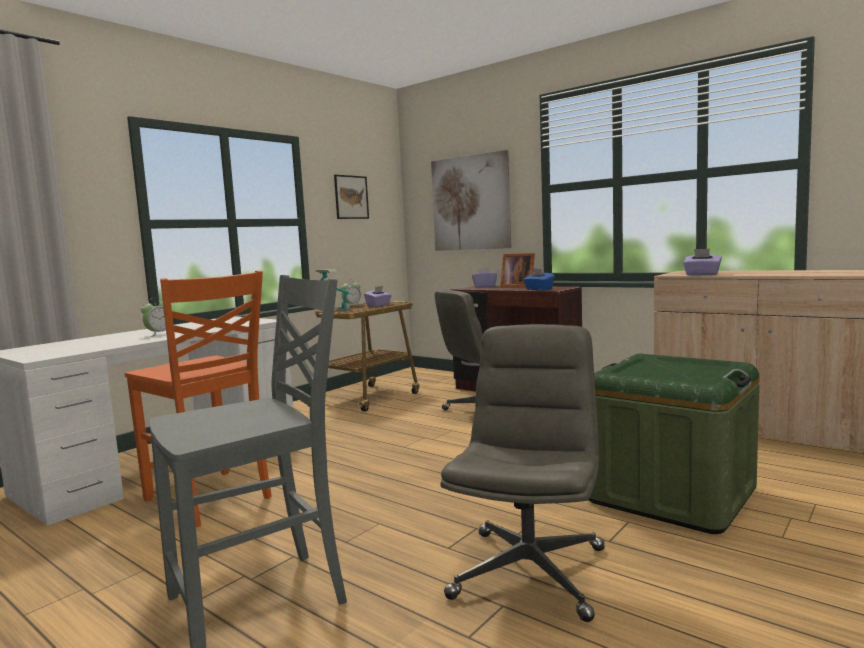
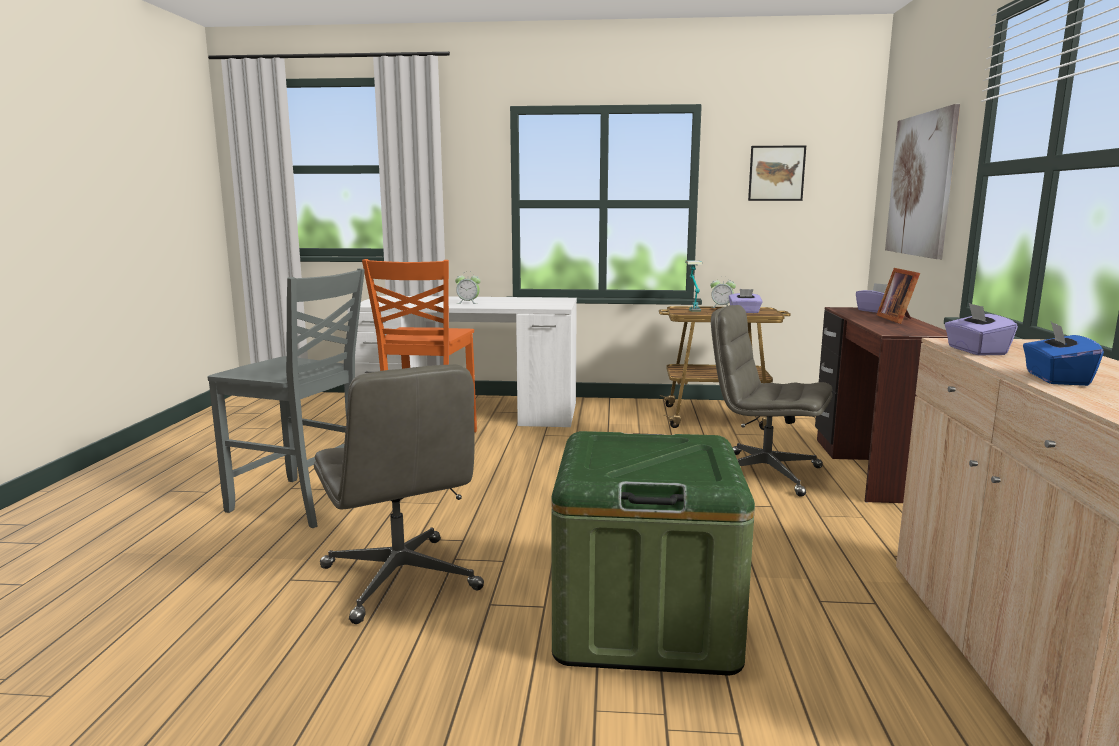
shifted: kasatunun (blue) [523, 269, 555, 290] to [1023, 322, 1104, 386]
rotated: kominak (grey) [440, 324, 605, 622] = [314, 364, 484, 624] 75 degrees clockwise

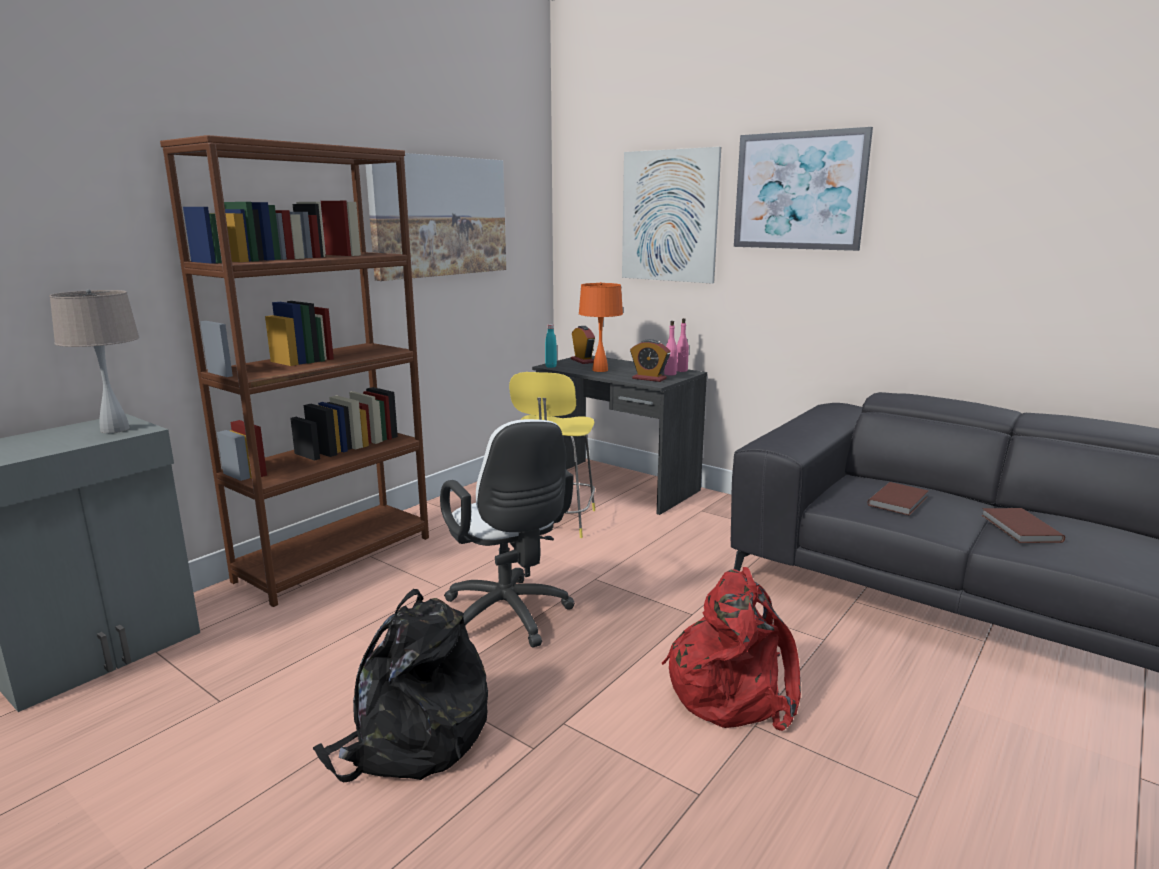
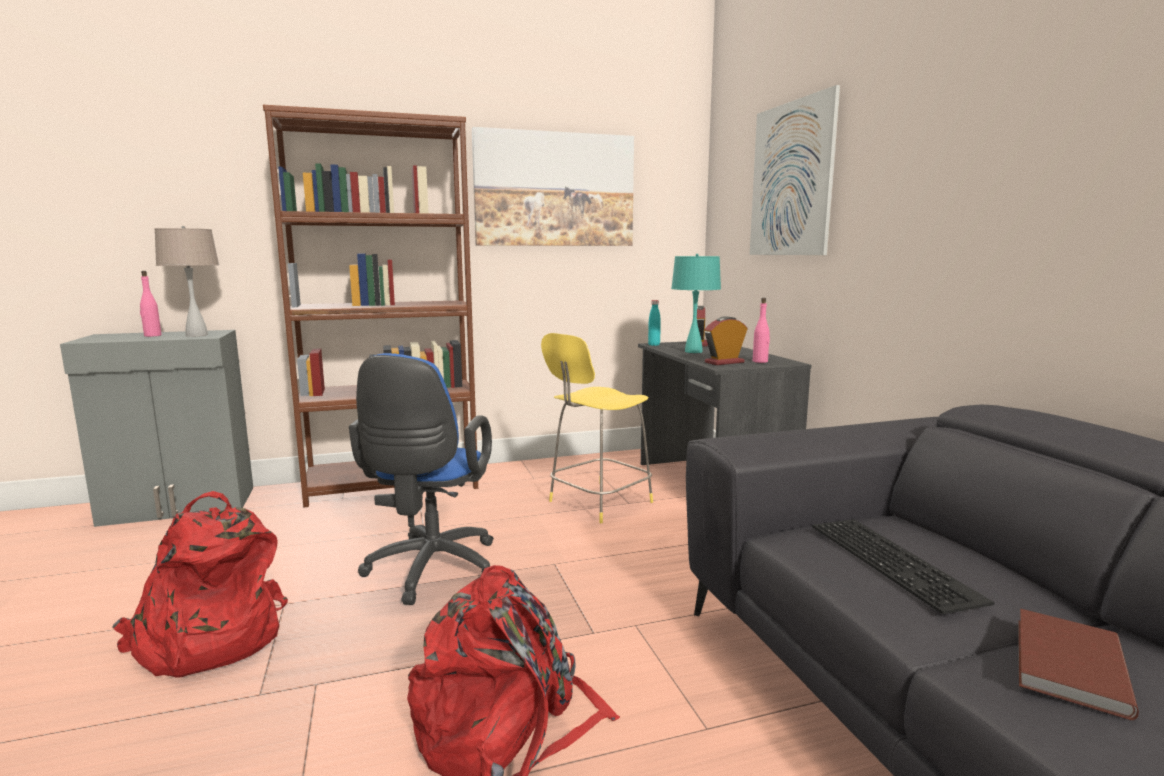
gone: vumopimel [734, 127, 873, 251]
shifted: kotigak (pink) [677, 318, 689, 372] to [140, 271, 162, 337]
swapped: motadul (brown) [867, 482, 929, 516] to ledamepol [812, 519, 995, 614]
repainted: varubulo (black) [313, 589, 488, 782] to varubulo (red) [112, 491, 288, 678]; kominak (white) [440, 419, 575, 648] to kominak (blue) [349, 353, 494, 605]; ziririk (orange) [579, 282, 623, 372] to ziririk (turquoise) [671, 254, 721, 353]
rotated: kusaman [630, 339, 670, 382] = [704, 316, 747, 365] 90 degrees clockwise

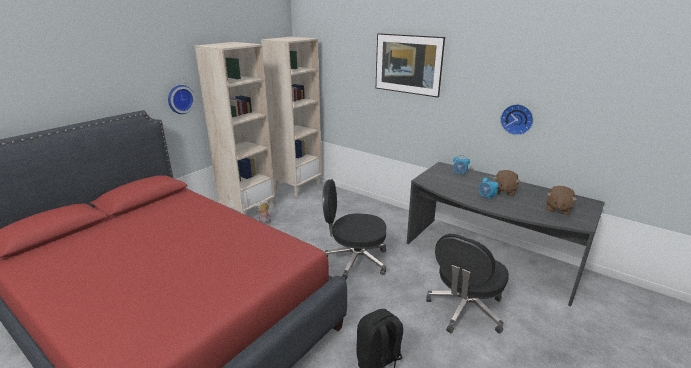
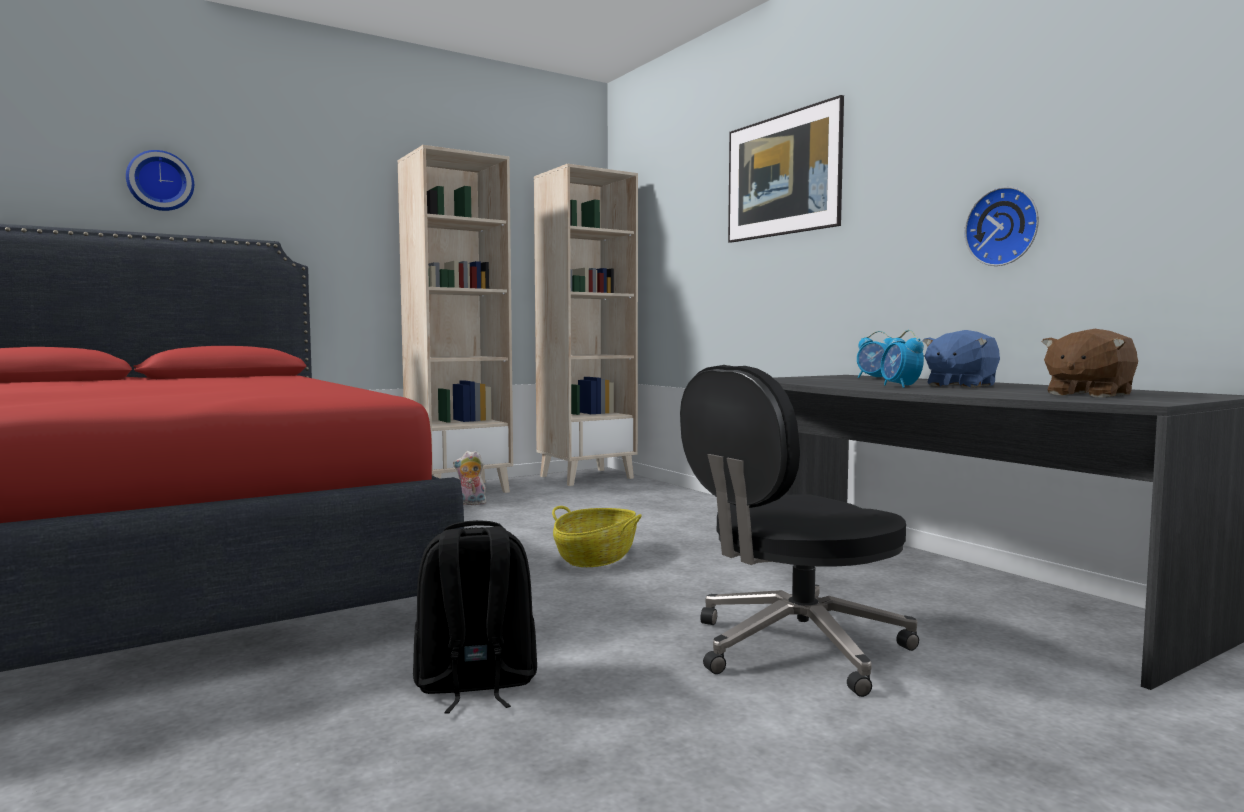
shifted: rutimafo [168, 85, 195, 114] to [126, 150, 194, 211]
swapped: kominak (black) [322, 179, 386, 280] to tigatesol [552, 506, 641, 567]
repainted: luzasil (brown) [494, 170, 520, 197] to luzasil (blue) [923, 330, 1000, 388]

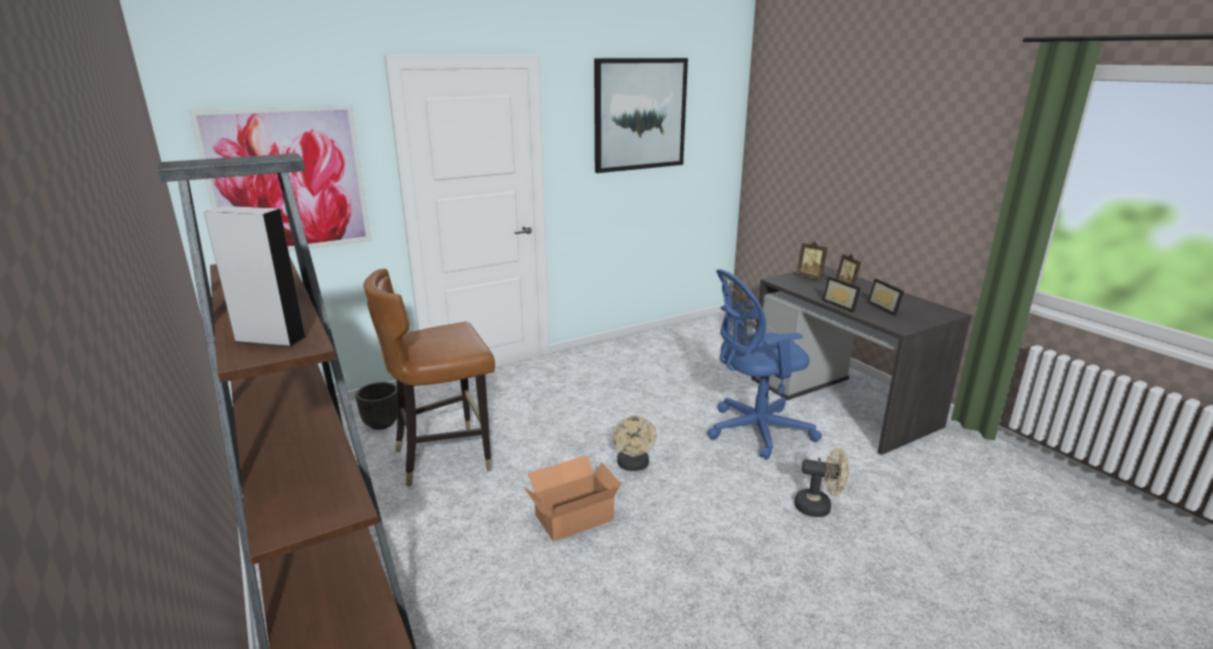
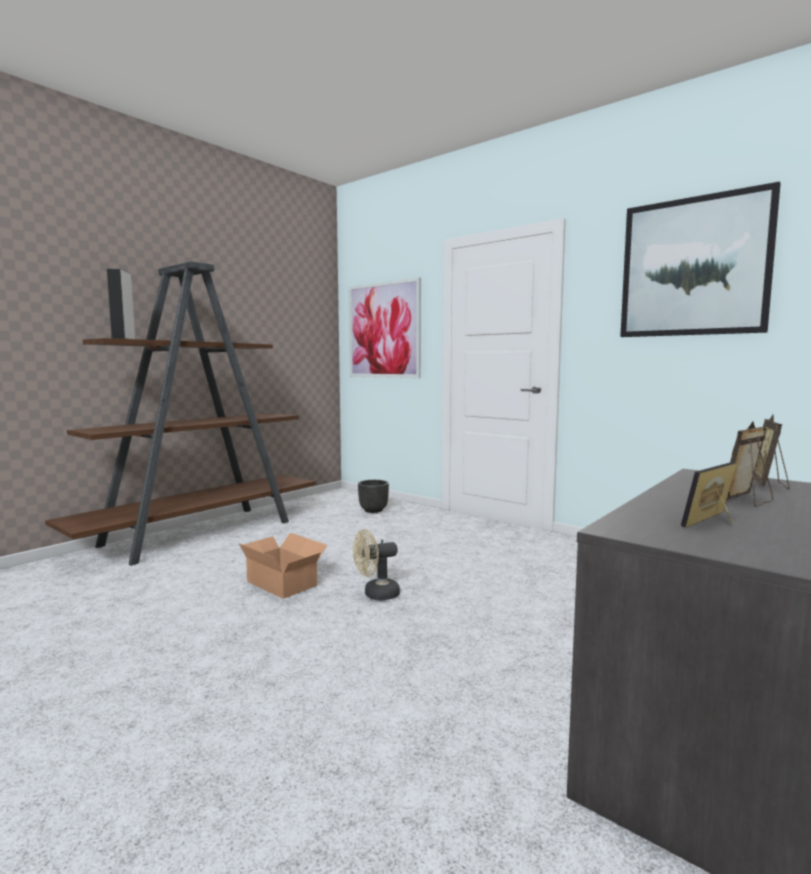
gone: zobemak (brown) [363, 269, 495, 487]; kominak (blue) [707, 269, 822, 460]; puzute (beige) [794, 448, 849, 517]; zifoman [822, 277, 861, 313]

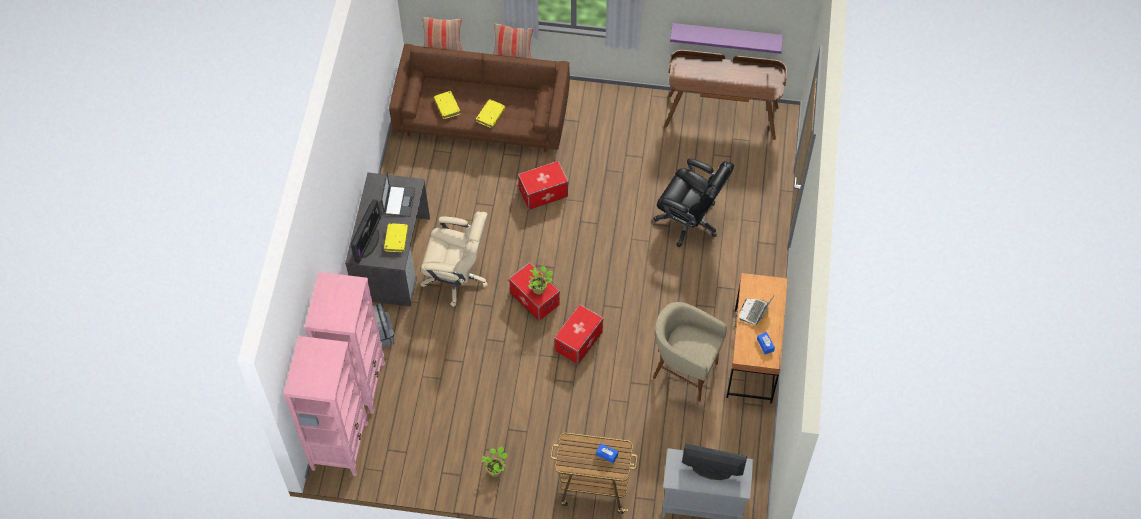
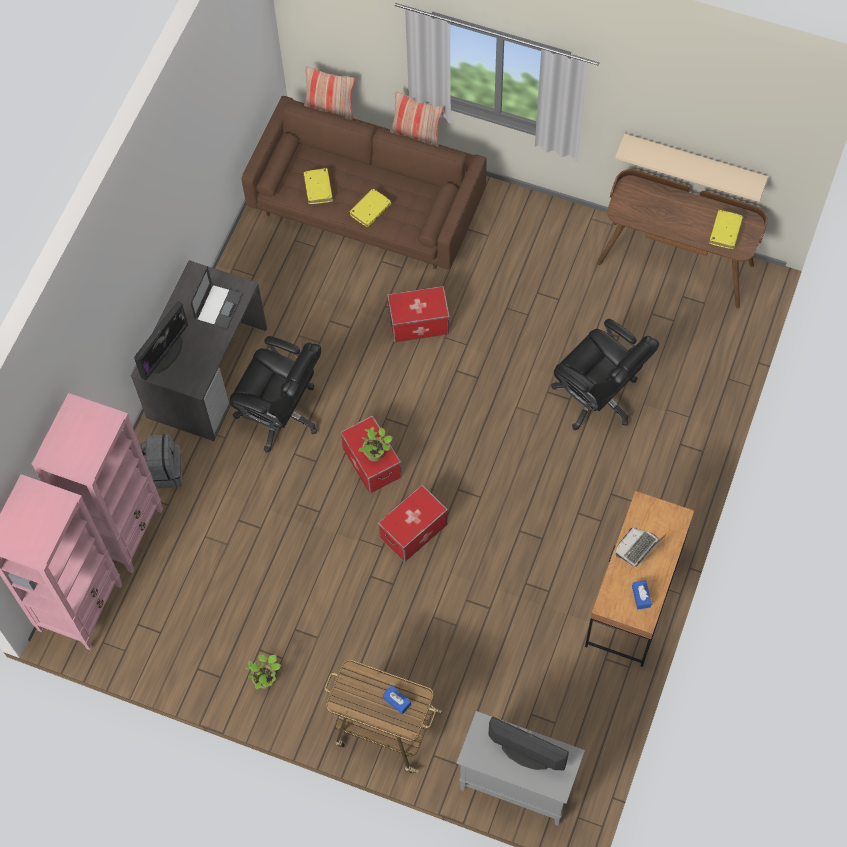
gone: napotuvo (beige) [653, 302, 727, 402]
shifted: motadul (yellow) [384, 223, 408, 252] to [709, 210, 743, 249]
repainted: kominak (beige) [420, 212, 488, 307] to kominak (black) [230, 336, 321, 452]; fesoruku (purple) [670, 23, 783, 54] to fesoruku (beige) [615, 134, 768, 202]

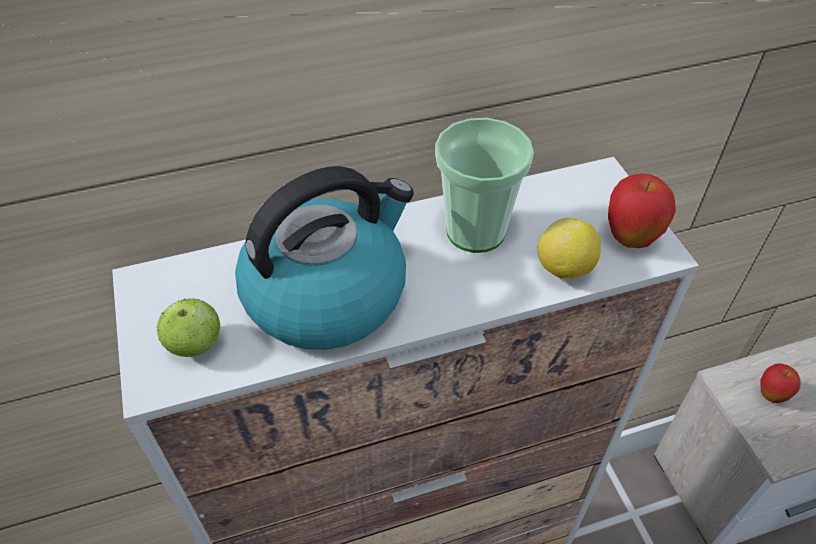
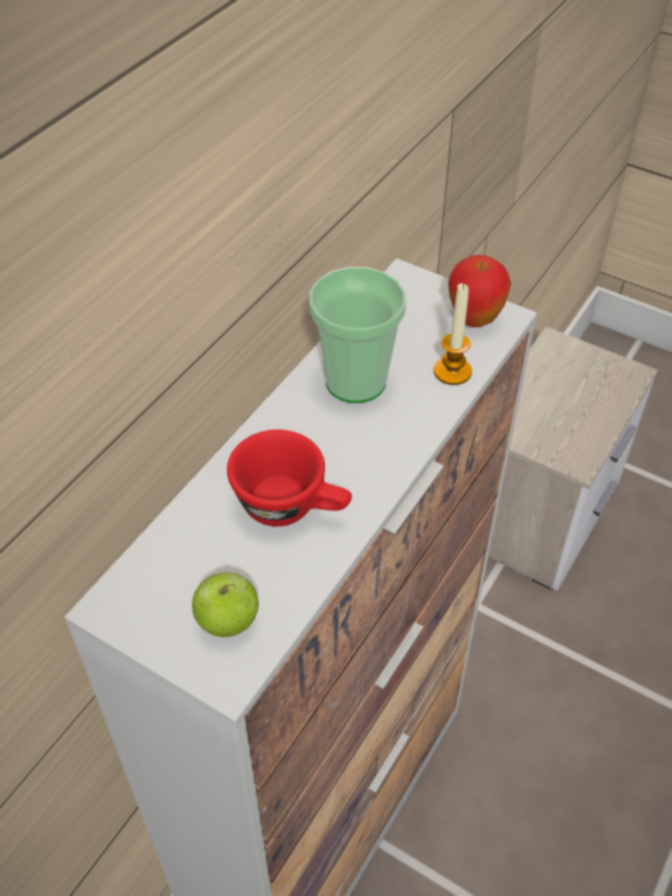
gone: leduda [761, 363, 801, 403]
swapped: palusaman [235, 166, 414, 350] to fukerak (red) [227, 430, 352, 527]; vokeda [537, 218, 601, 280] to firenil [434, 283, 472, 385]

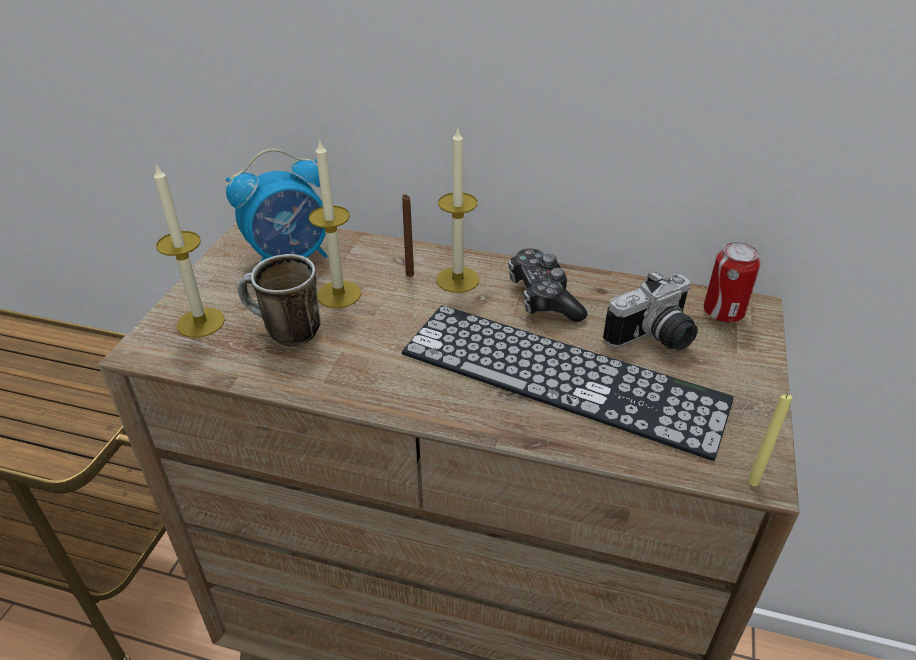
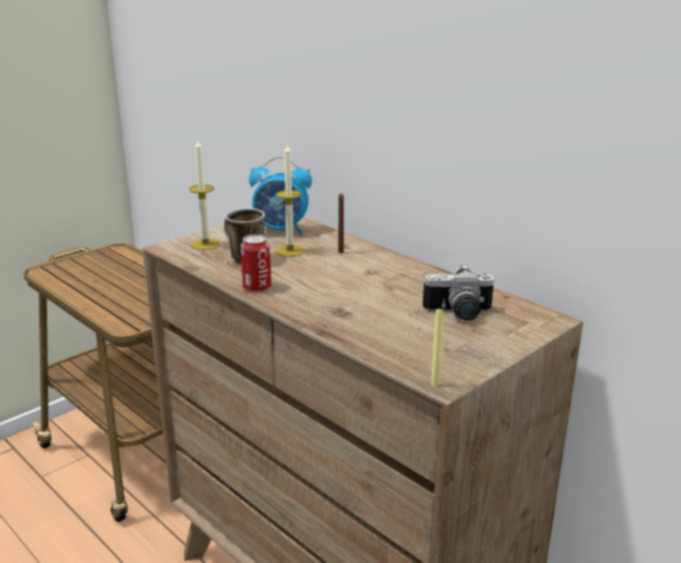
gone: ledamepol [402, 305, 733, 461]; firenil [436, 129, 479, 293]; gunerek [509, 248, 587, 322]
shifted: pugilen [704, 242, 760, 322] to [240, 234, 271, 292]

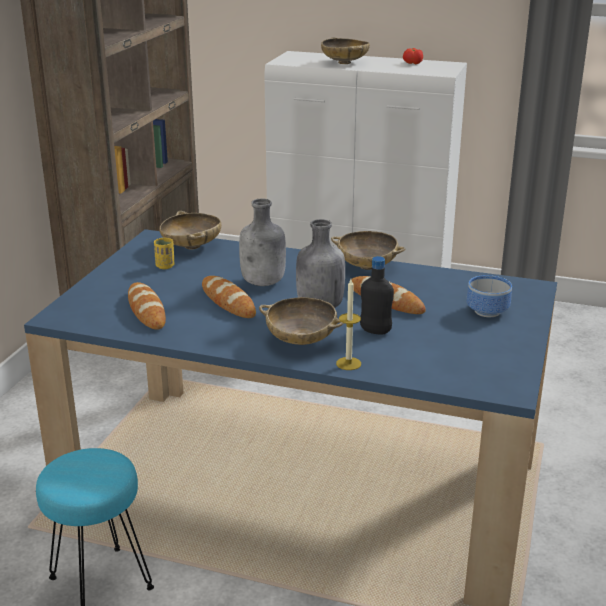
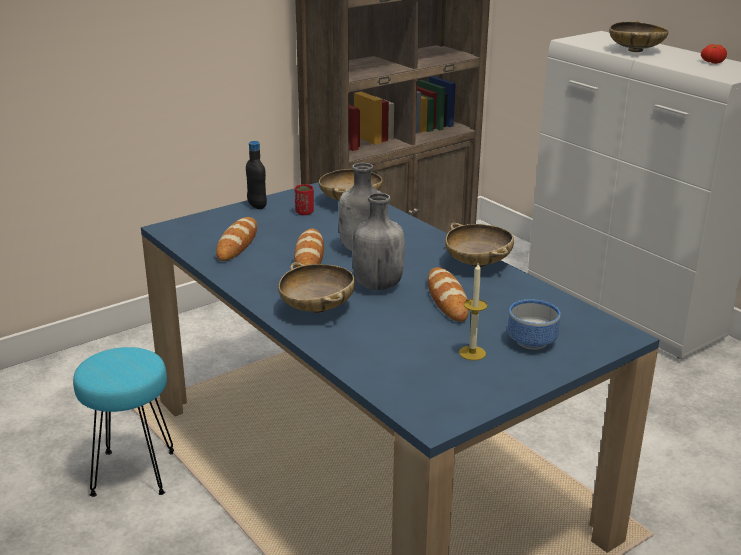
shifted: kotigak (black) [360, 256, 394, 334] to [246, 141, 267, 209]; firenil [336, 279, 361, 370] to [459, 262, 488, 360]
repainted: fukerak (yellow) [154, 238, 174, 269] to fukerak (red) [295, 184, 314, 215]

